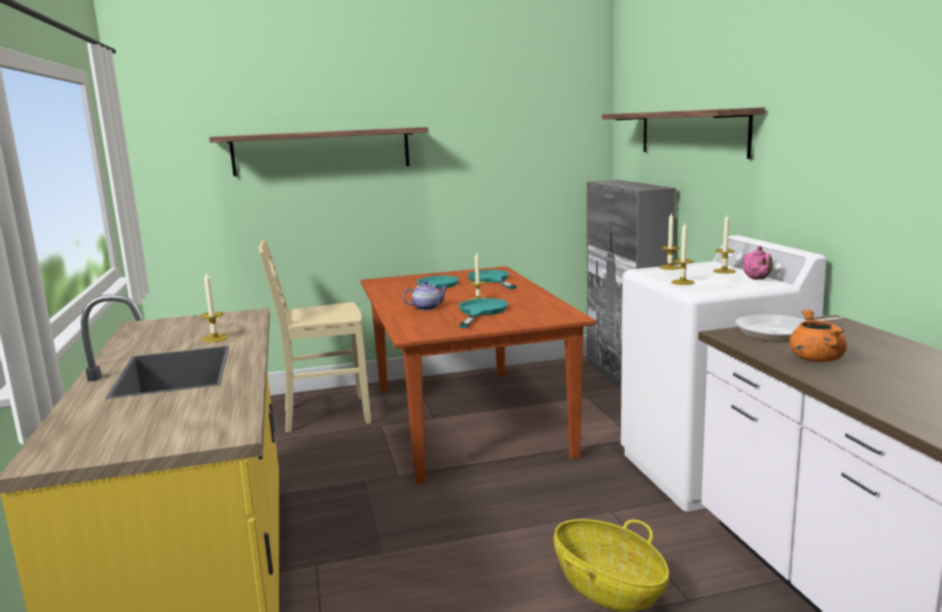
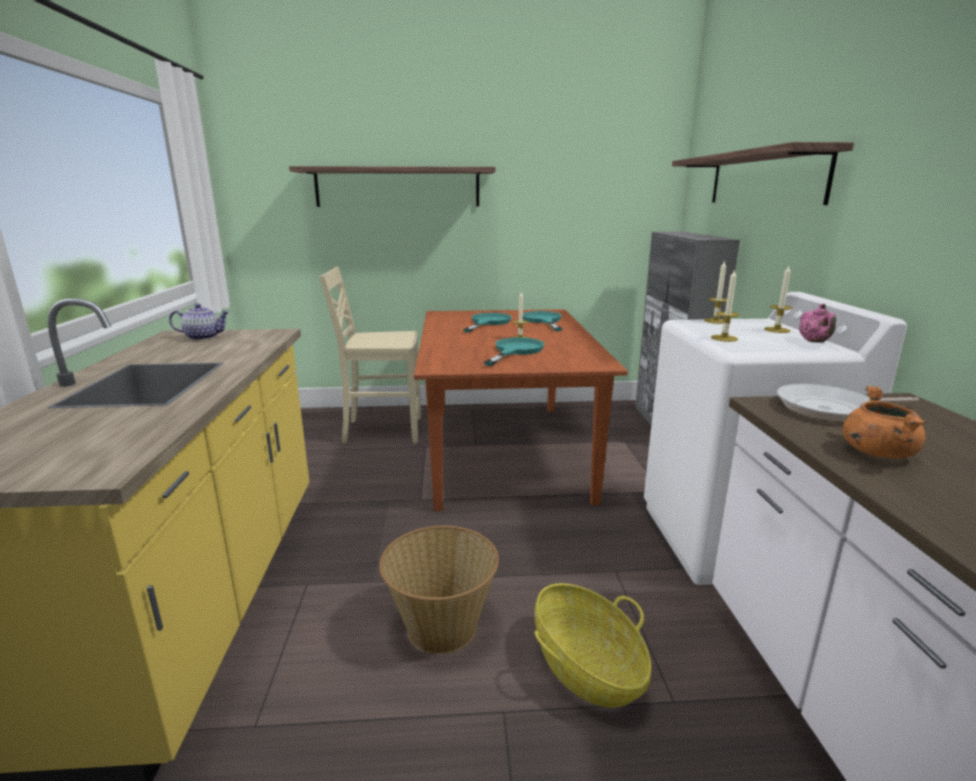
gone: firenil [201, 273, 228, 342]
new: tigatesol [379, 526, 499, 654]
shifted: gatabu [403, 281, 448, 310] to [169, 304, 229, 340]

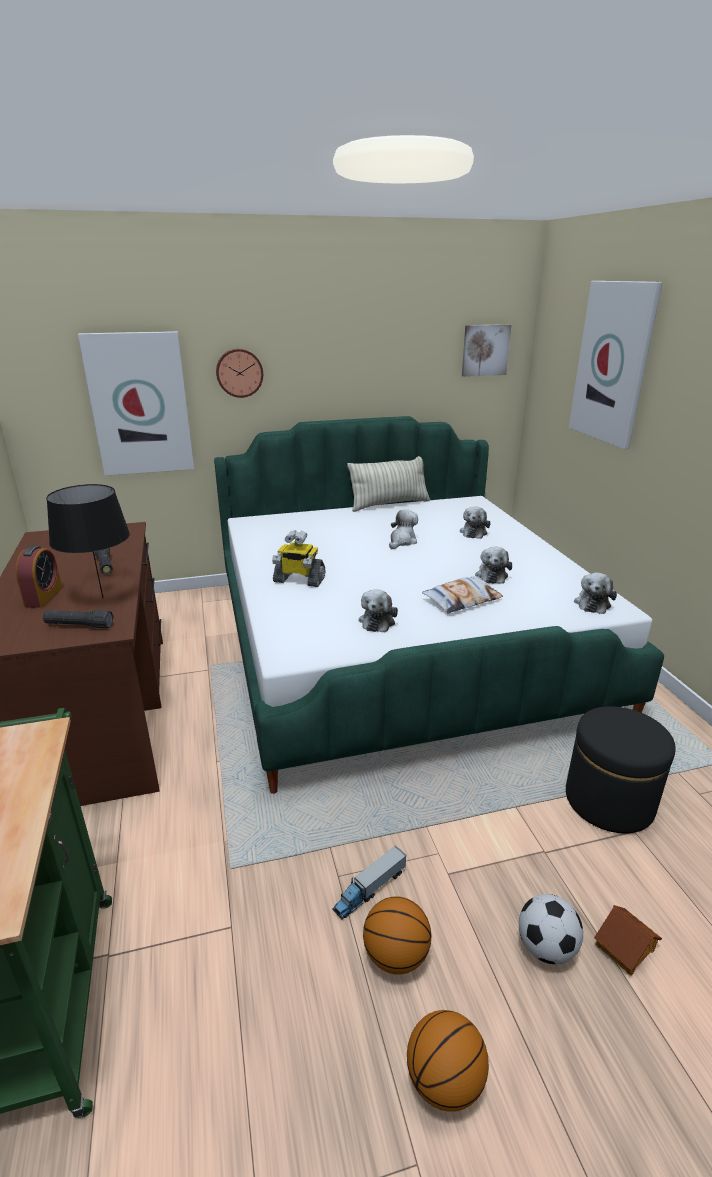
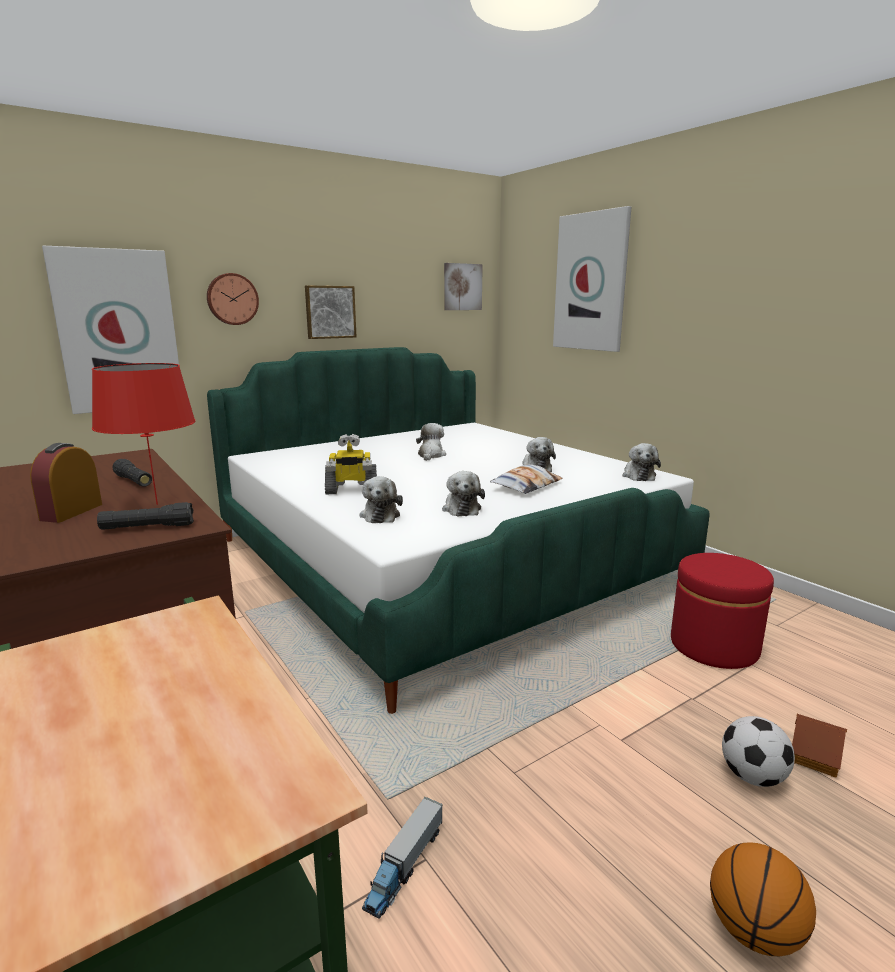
gone: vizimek [347, 456, 430, 512]; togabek [363, 896, 431, 975]
new: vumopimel [305, 285, 357, 339]
shifted: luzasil [460, 506, 491, 539] to [359, 476, 403, 523]; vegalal [332, 845, 407, 919] to [362, 797, 443, 919]
repainted: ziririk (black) [46, 484, 130, 598] to ziririk (red) [92, 363, 195, 505]; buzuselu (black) [566, 706, 676, 833] to buzuselu (red) [671, 553, 774, 669]
rotated: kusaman [16, 546, 62, 608] = [30, 443, 102, 523] 150 degrees counterclockwise

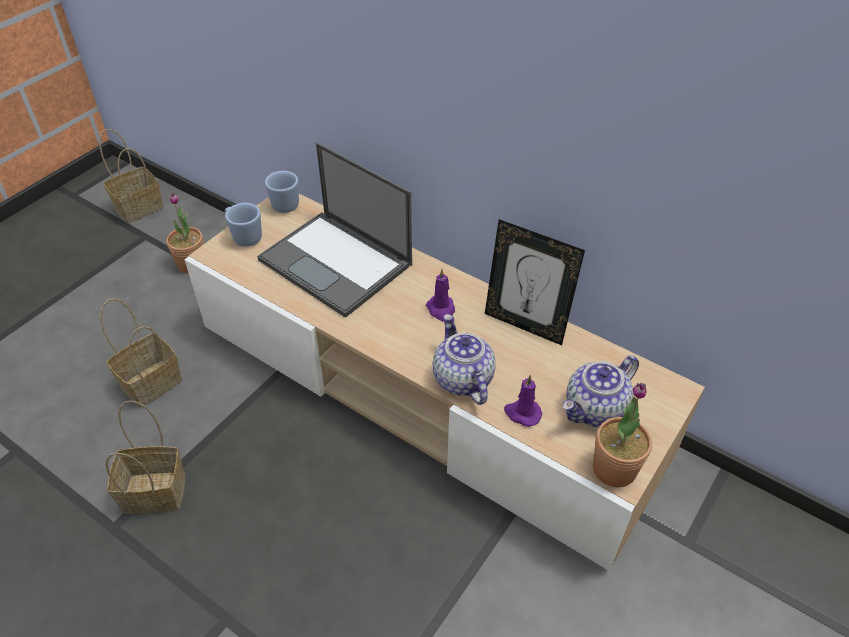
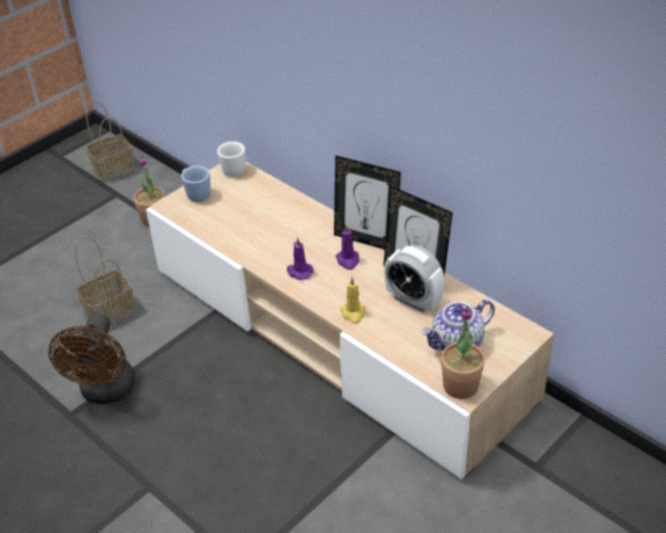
gone: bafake [257, 142, 412, 318]
new: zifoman [334, 155, 401, 250]; kusaman [384, 245, 445, 312]
shifted: firenil (purple) [504, 375, 542, 427] to [287, 237, 314, 280]
swapped: tigatesol [105, 400, 186, 514] to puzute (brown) [48, 313, 135, 404]; gatabu [433, 314, 496, 405] to firenil (yellow) [340, 277, 365, 324]
repainted: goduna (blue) [265, 171, 299, 213] to goduna (white) [217, 142, 245, 177]

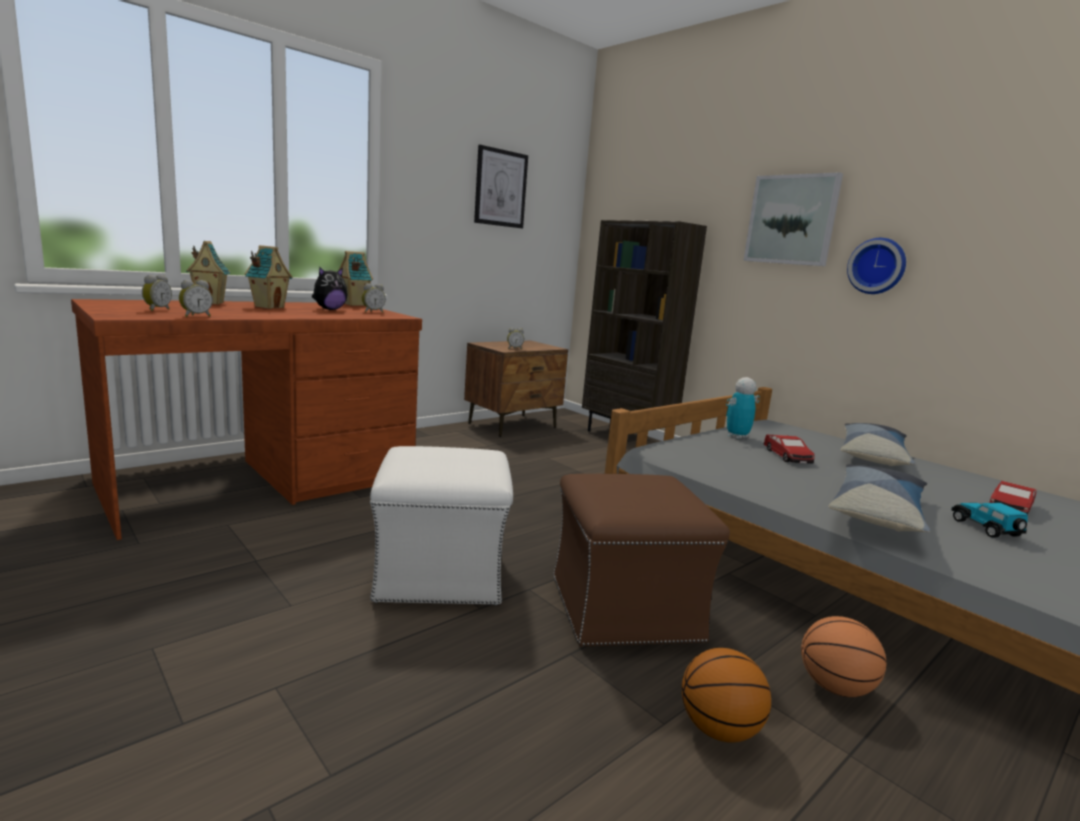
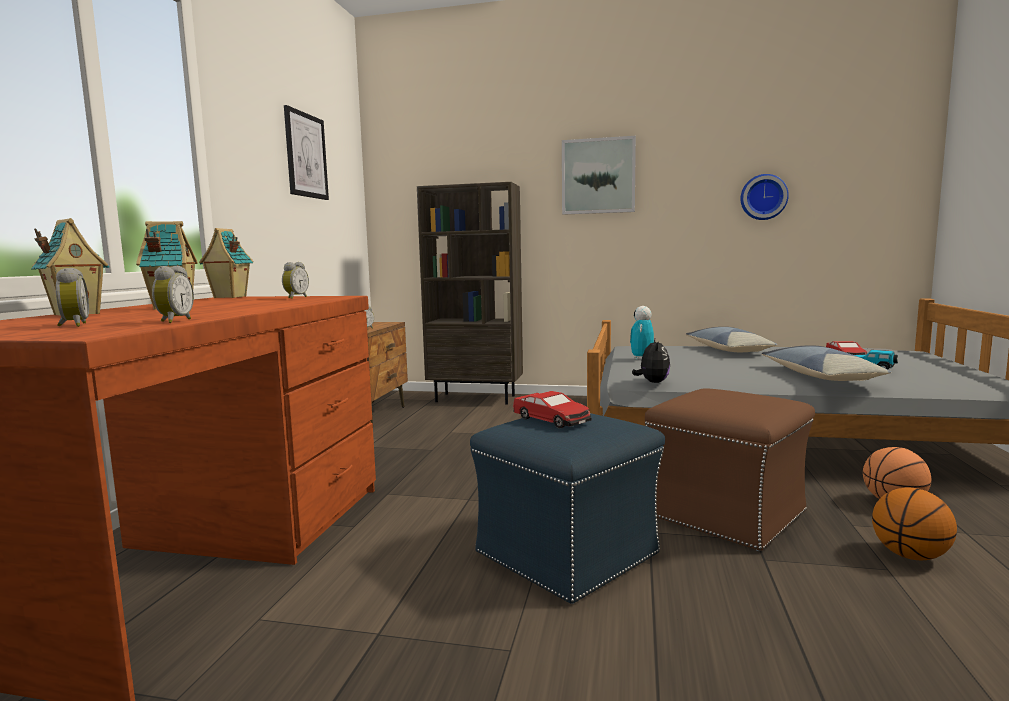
shifted: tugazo [764, 434, 815, 463] to [513, 391, 591, 428]; luzasil [312, 267, 348, 310] to [632, 337, 670, 383]; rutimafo [847, 238, 906, 294] to [741, 174, 789, 220]
repainted: buzuselu (white) [370, 446, 513, 605] to buzuselu (blue) [470, 413, 665, 604]

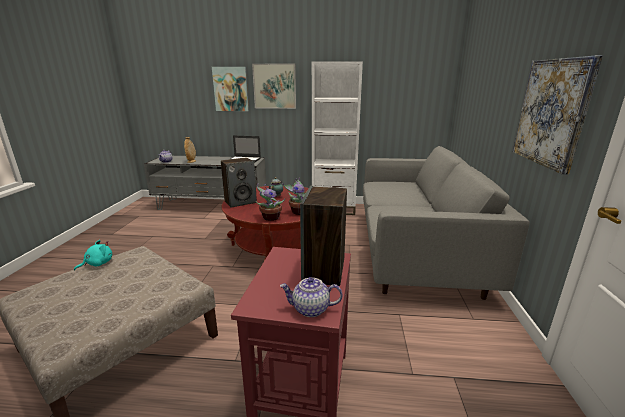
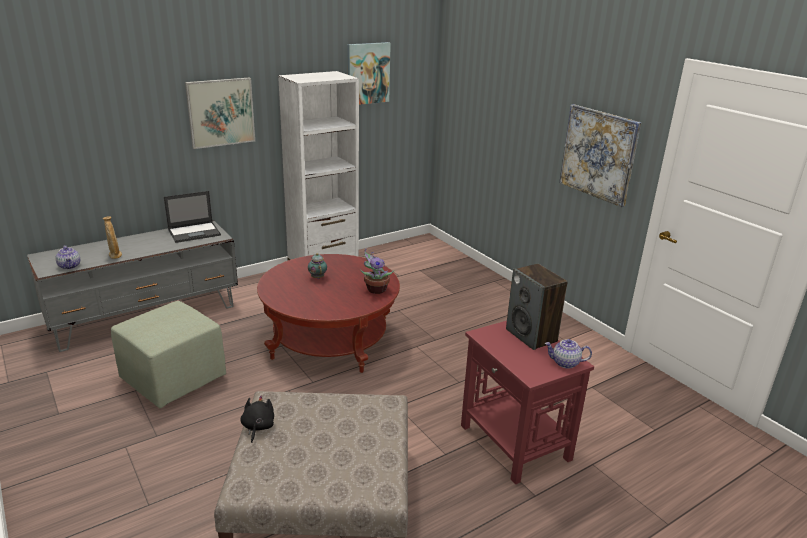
gone: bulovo [221, 157, 257, 208]; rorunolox [256, 184, 285, 221]; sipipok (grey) [363, 146, 530, 300]
new: buzuselu (green) [111, 301, 226, 408]
shifted: vumopimel [212, 67, 249, 111] to [348, 42, 391, 105]
repainted: luzasil (turquoise) [74, 240, 112, 271] to luzasil (black) [240, 396, 274, 443]
rotated: gatabu [280, 277, 343, 317] = [545, 339, 592, 369] 45 degrees clockwise

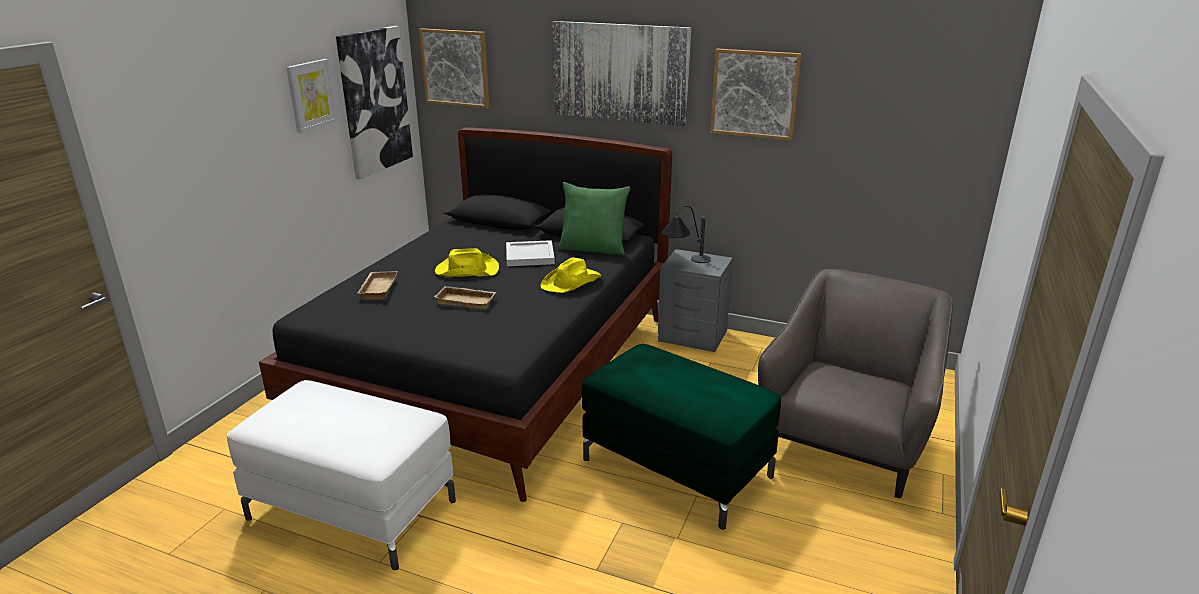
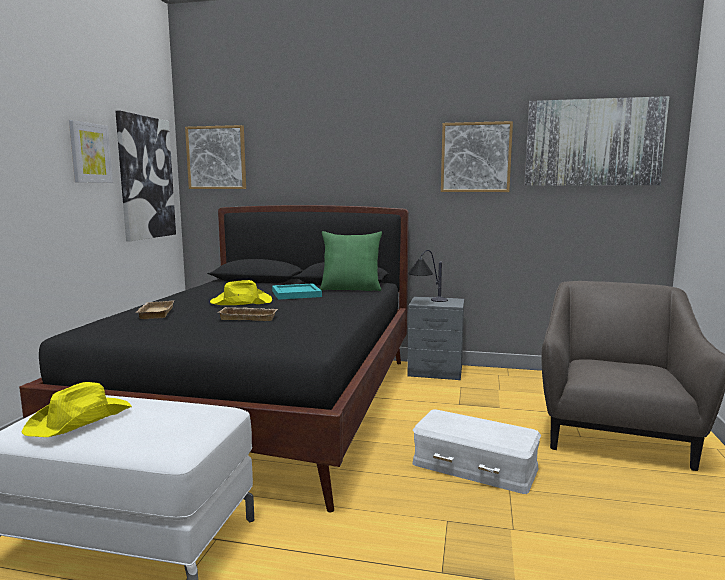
shifted: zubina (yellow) [540, 257, 602, 293] to [22, 382, 132, 437]; vumopimel [552, 21, 691, 126] to [524, 96, 669, 185]
swapped: buzuselu (green) [582, 344, 781, 530] to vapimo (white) [413, 409, 541, 494]
repainted: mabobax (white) [506, 240, 555, 266] to mabobax (turquoise) [272, 283, 322, 300]

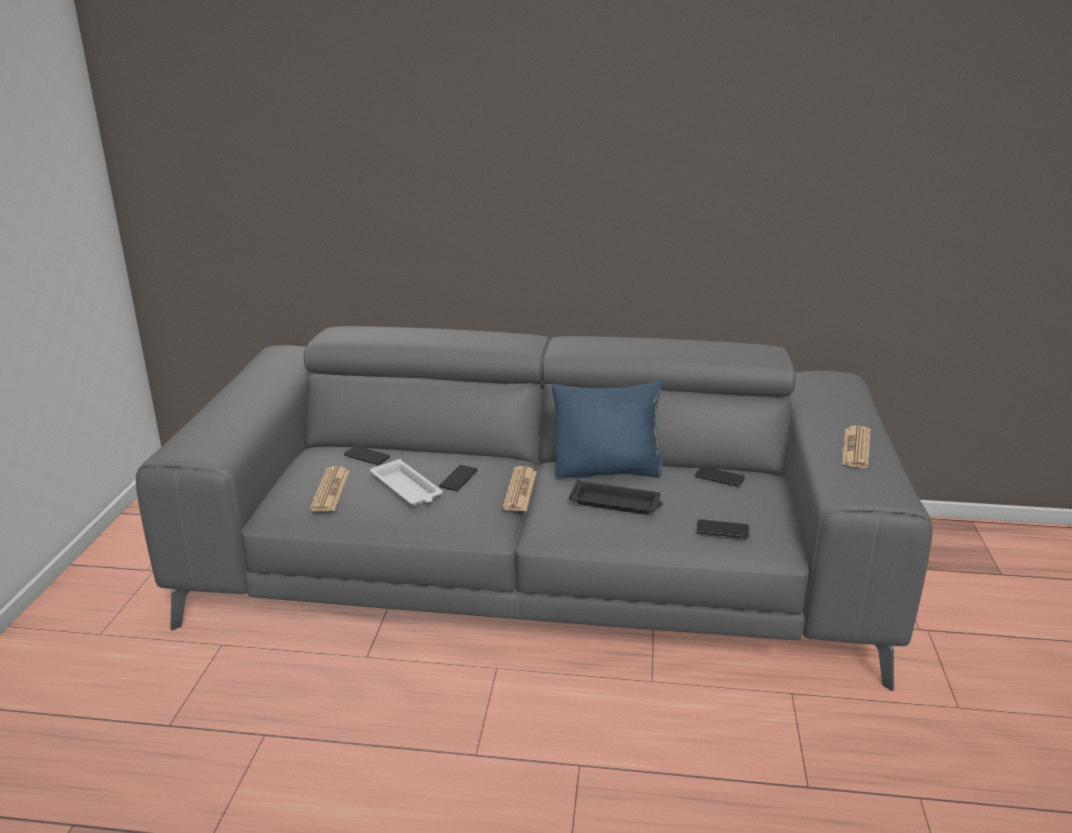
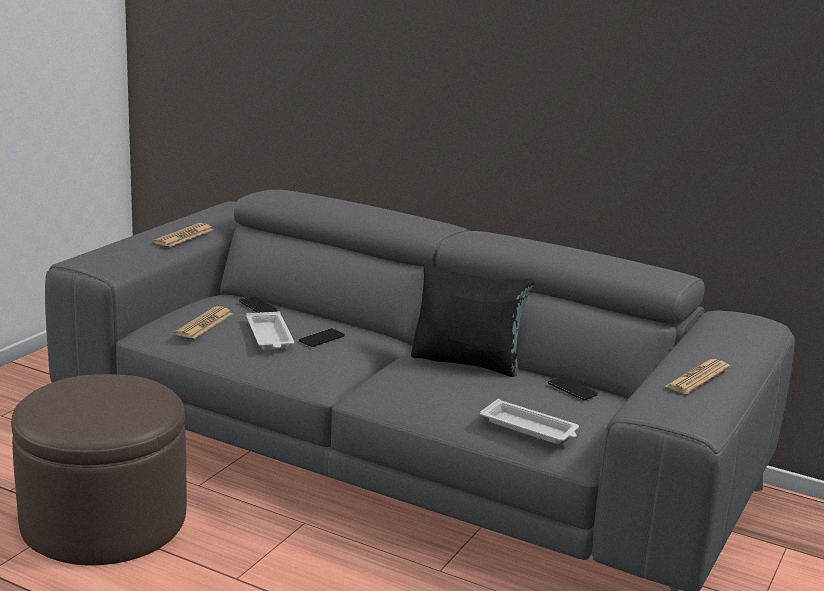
gone: mabobax (black) [569, 480, 663, 515]
new: buzuselu (brown) [11, 374, 187, 565]
shifted: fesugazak [502, 466, 537, 511] to [153, 223, 213, 247]
swapped: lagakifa [697, 519, 749, 538] to mabobax (white) [480, 399, 579, 444]
repainted: vizimek (blue) [552, 380, 663, 479] to vizimek (black) [411, 263, 534, 377]

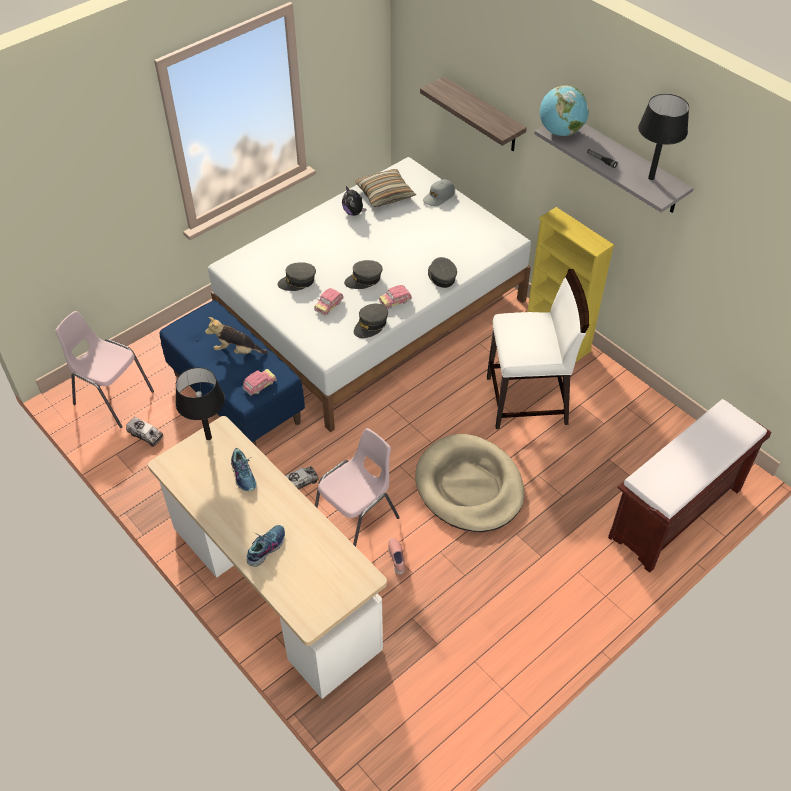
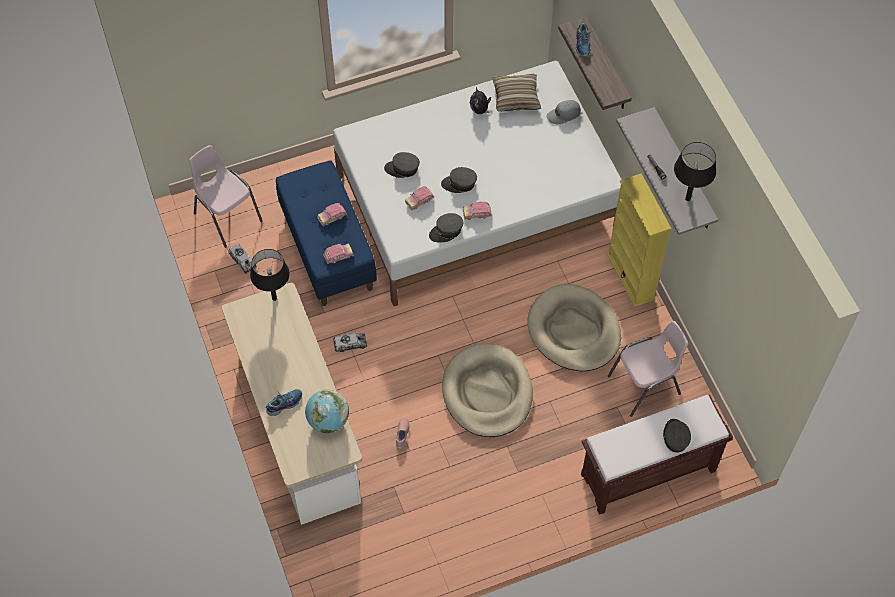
shifted: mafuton [540, 85, 589, 136] to [305, 389, 349, 434]; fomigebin [231, 448, 257, 491] to [576, 22, 591, 56]; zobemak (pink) [315, 428, 400, 547] to [608, 321, 688, 417]; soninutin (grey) [428, 257, 457, 288] to [663, 419, 691, 453]
swapped: luzasil [205, 317, 268, 354] to tugazo [317, 203, 347, 226]; zobemak (white) [487, 269, 589, 429] to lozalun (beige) [527, 284, 621, 371]

